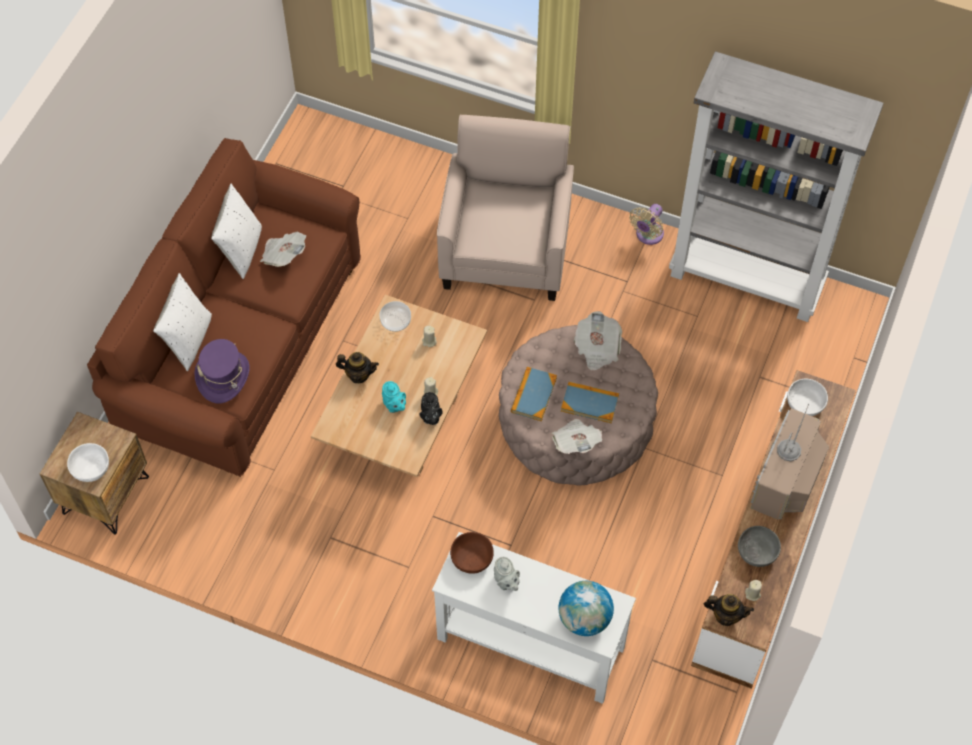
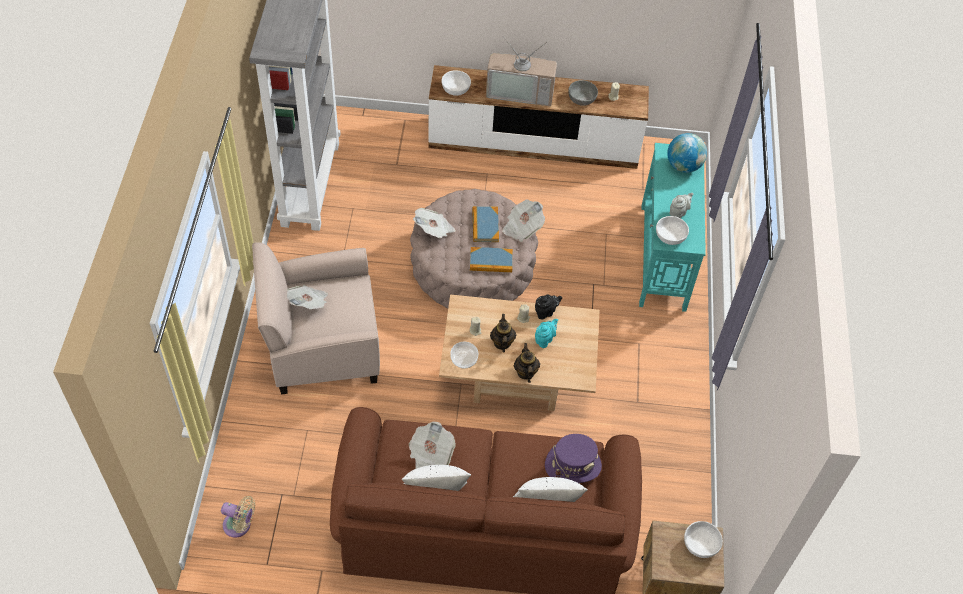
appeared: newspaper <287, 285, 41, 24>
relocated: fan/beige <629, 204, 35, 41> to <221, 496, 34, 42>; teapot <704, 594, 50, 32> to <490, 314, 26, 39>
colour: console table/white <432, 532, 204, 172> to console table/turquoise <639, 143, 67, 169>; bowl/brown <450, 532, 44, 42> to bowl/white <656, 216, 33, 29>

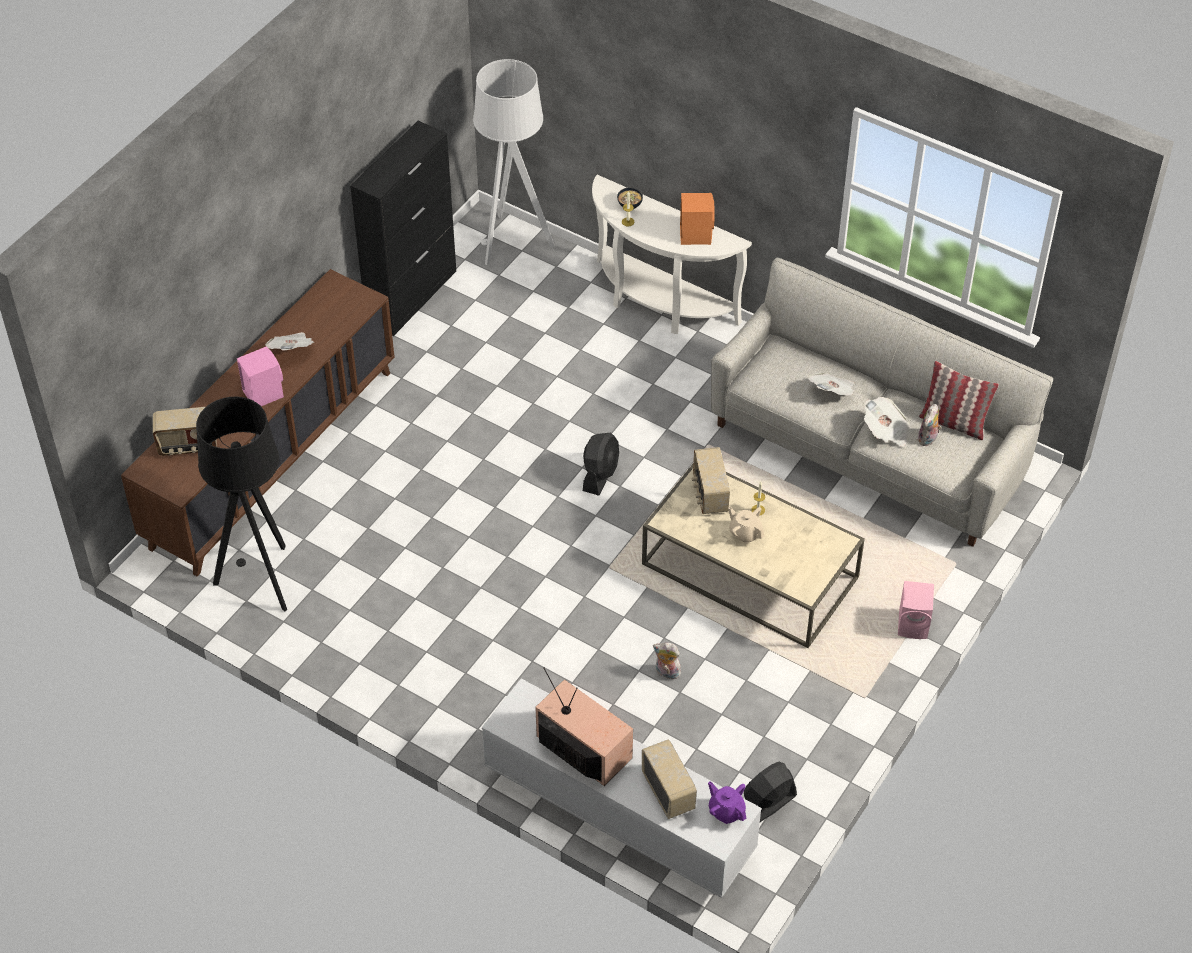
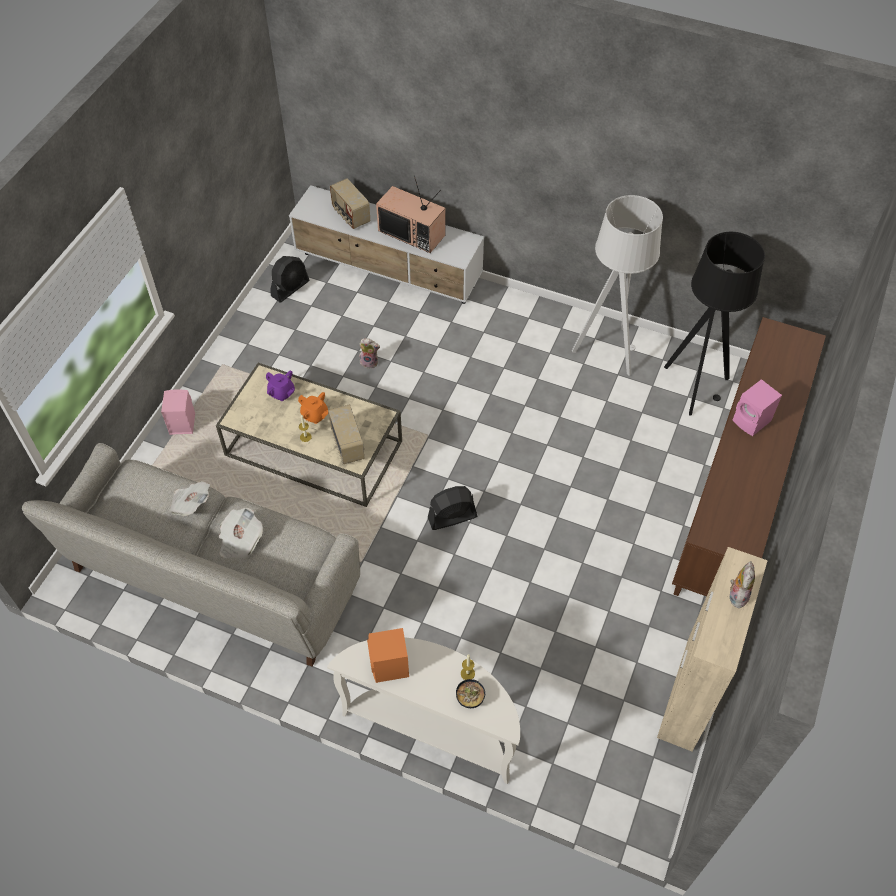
missing: radio <153, 407, 64, 49>; newspaper <265, 332, 49, 19>; pillow <918, 361, 81, 79>
relocated: floor lamp/grey <473, 59, 82, 206> to <572, 195, 91, 181>; teapot/purple <708, 781, 38, 43> to <266, 371, 29, 30>; plush toy <917, 404, 25, 42> to <730, 561, 25, 47>
colour: cabinet/black <350, 121, 106, 215> to cabinet/beige <657, 547, 111, 204>; teapot/beige <728, 507, 36, 37> to teapot/orange <298, 392, 30, 32>
spun: fan/black <583, 433, 36, 63> = <428, 486, 49, 44> 60 degrees clockwise

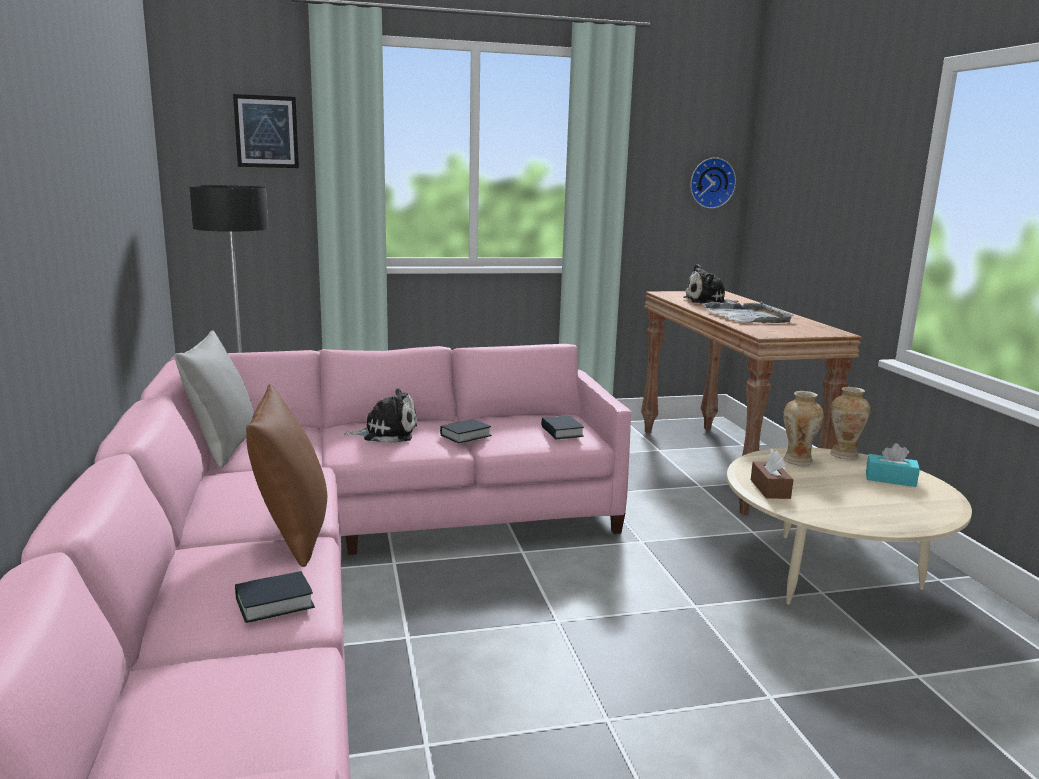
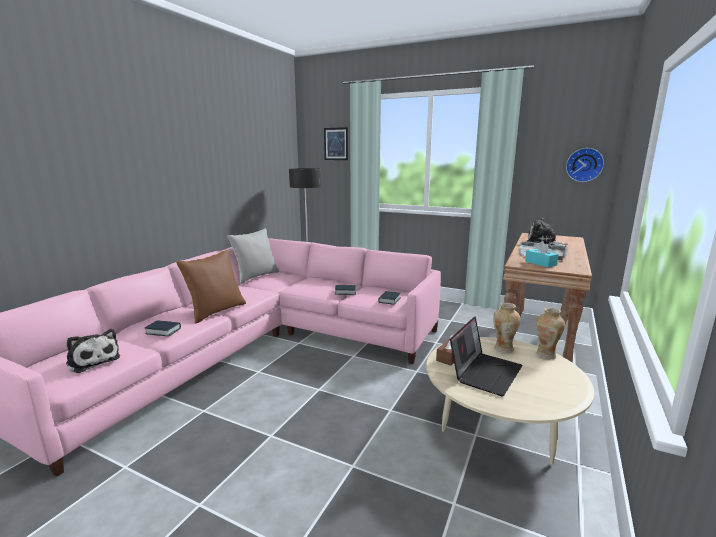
appeared: laptop <450, 316, 73, 80>
relocated: plush toy <344, 388, 73, 55> to <66, 329, 54, 44>; tissue box/turquoise <866, 443, 54, 44> to <525, 241, 34, 26>

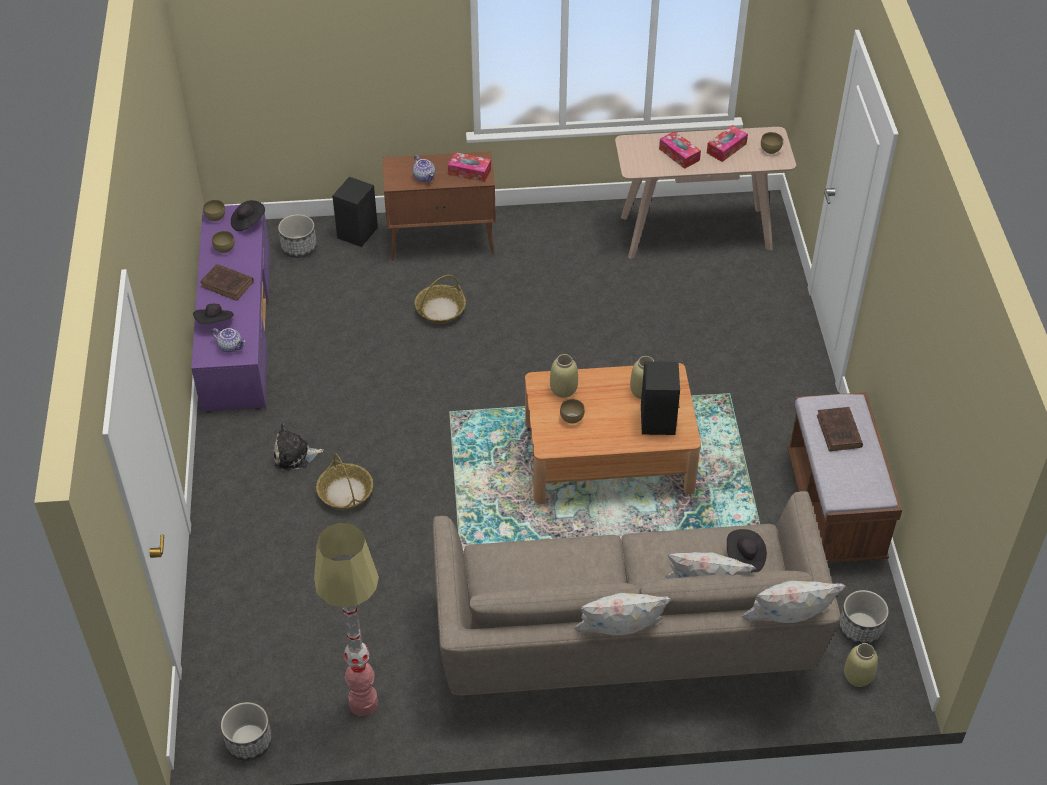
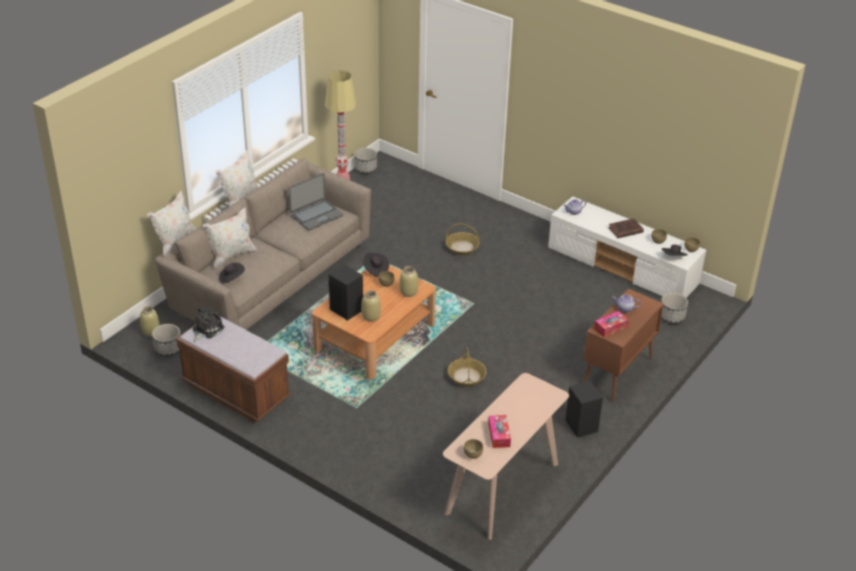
missing: tissue box <659, 131, 42, 38>; book/brown <817, 407, 46, 44>
appeared: laptop <289, 173, 54, 57>
relocated: hat/black <193, 304, 41, 20> to <363, 253, 26, 24>; plush toy <273, 423, 51, 48> to <193, 307, 32, 35>; speaker/black <332, 177, 46, 70> to <565, 381, 38, 57>; basket <415, 275, 51, 49> to <448, 347, 39, 40>
colour: tv stand/purple <191, 205, 79, 208> to tv stand/white <548, 196, 158, 102>

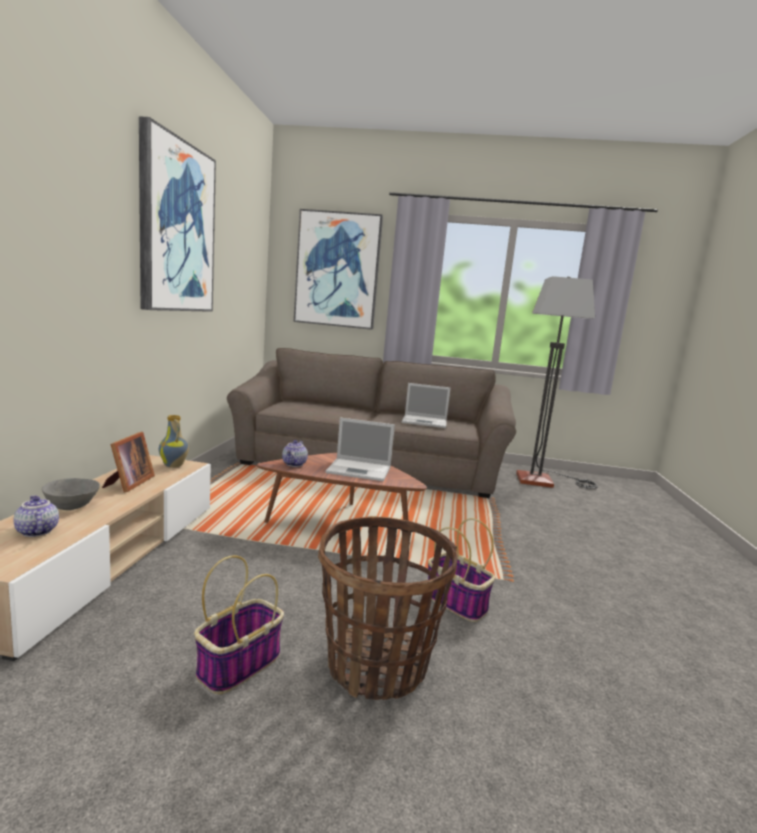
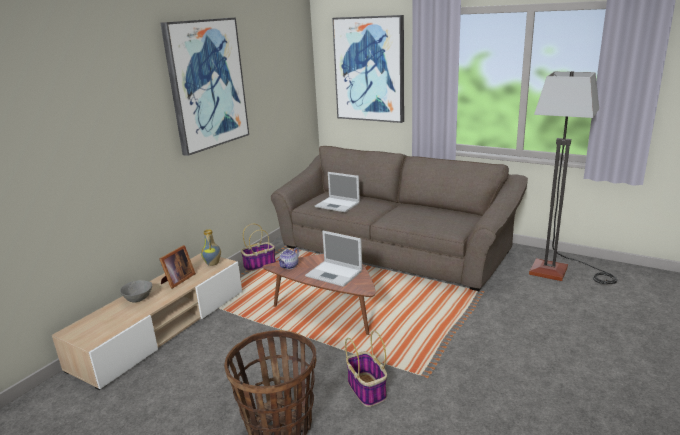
missing: teapot <14, 495, 45, 42>
relocated: basket <194, 555, 90, 139> to <241, 224, 35, 48>; laptop <401, 383, 50, 45> to <315, 172, 45, 41>

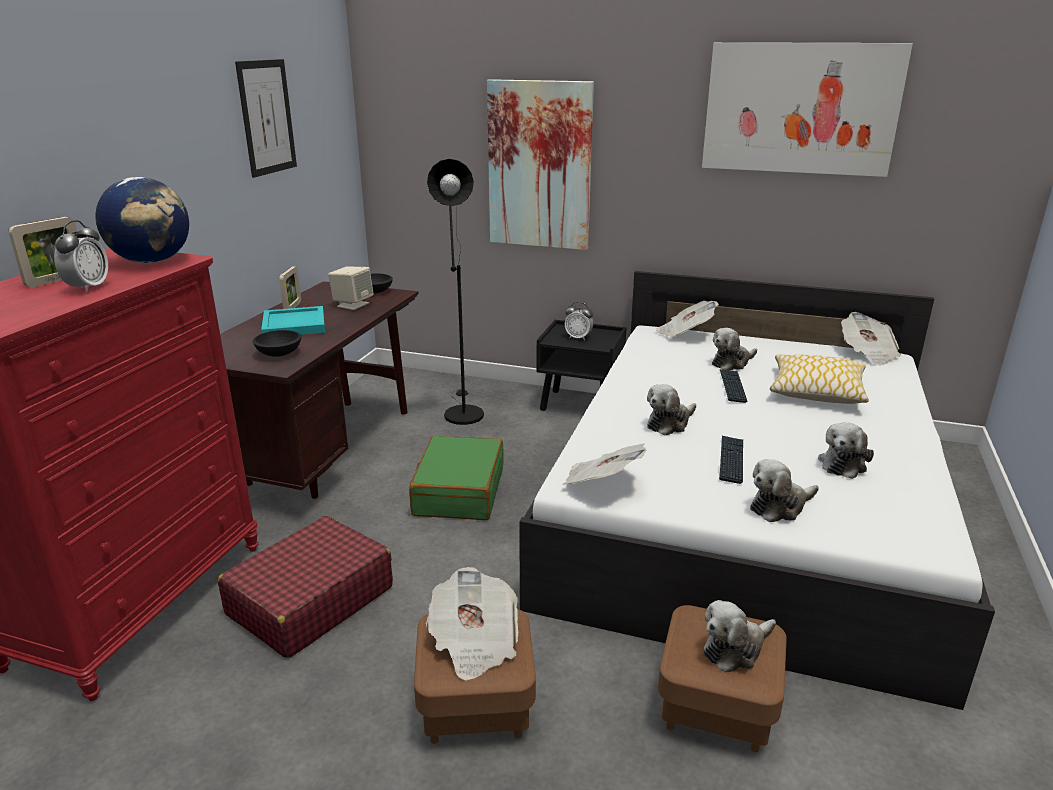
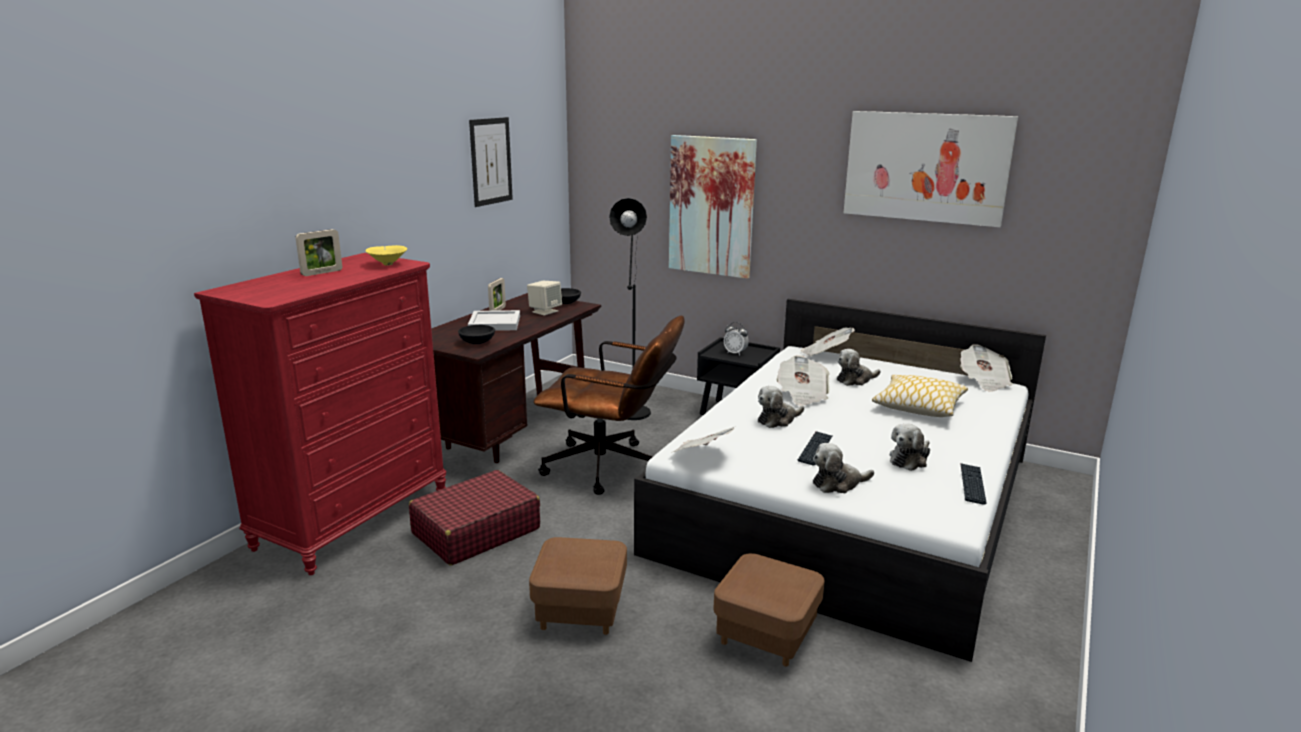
missing: alarm clock <54, 220, 54, 73>; plush toy <703, 600, 73, 73>
relocated: newspaper <426, 567, 92, 114> to <776, 355, 54, 51>; keyboard <720, 369, 27, 34> to <961, 463, 26, 42>
exchanged: globe <95, 177, 94, 86> to bowl/yellow <365, 245, 42, 20>; suitcase/green <409, 436, 94, 84> to office chair/brown <534, 315, 151, 180>
colour: tray/turquoise <261, 306, 64, 29> to tray/white <468, 310, 52, 21>

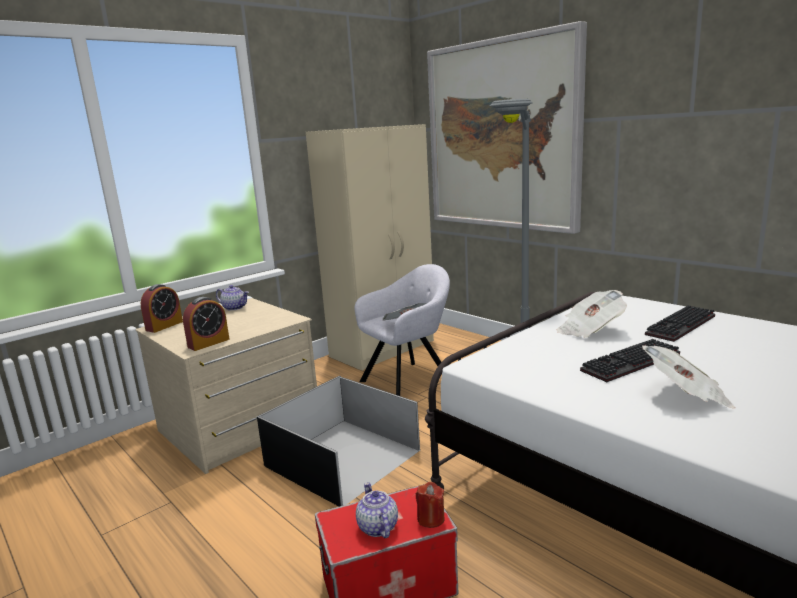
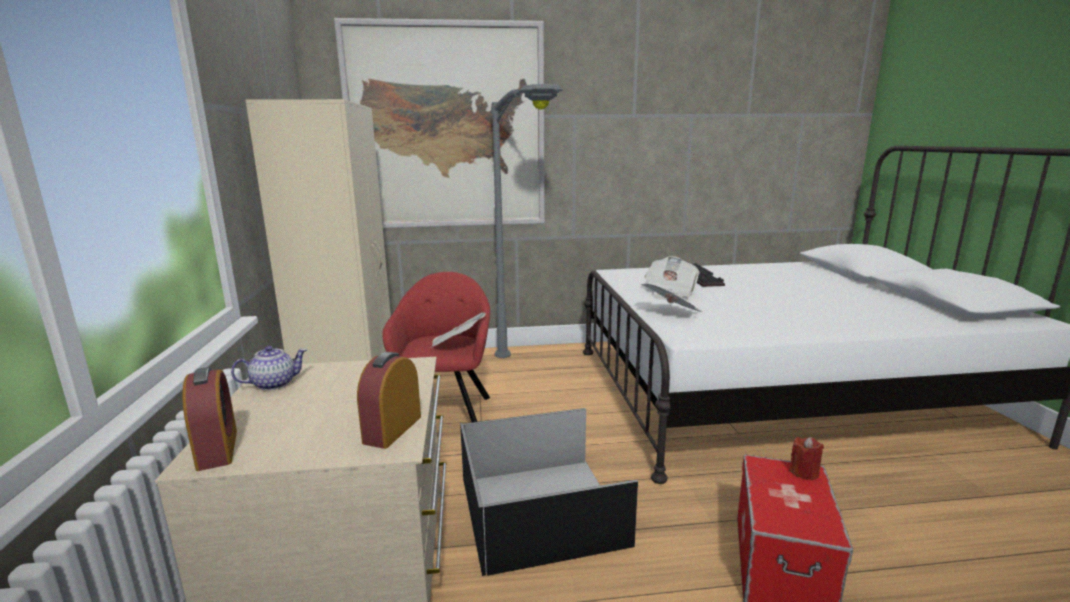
missing: teapot <356, 482, 42, 56>; keyboard <580, 339, 100, 43>
relocated: newspaper <642, 345, 94, 64> to <641, 284, 62, 28>
colour: armchair/grey <354, 264, 96, 132> to armchair/red <382, 272, 108, 151>
spun: alarm clock <183, 297, 46, 54> = <357, 352, 64, 97> 150 degrees counterclockwise

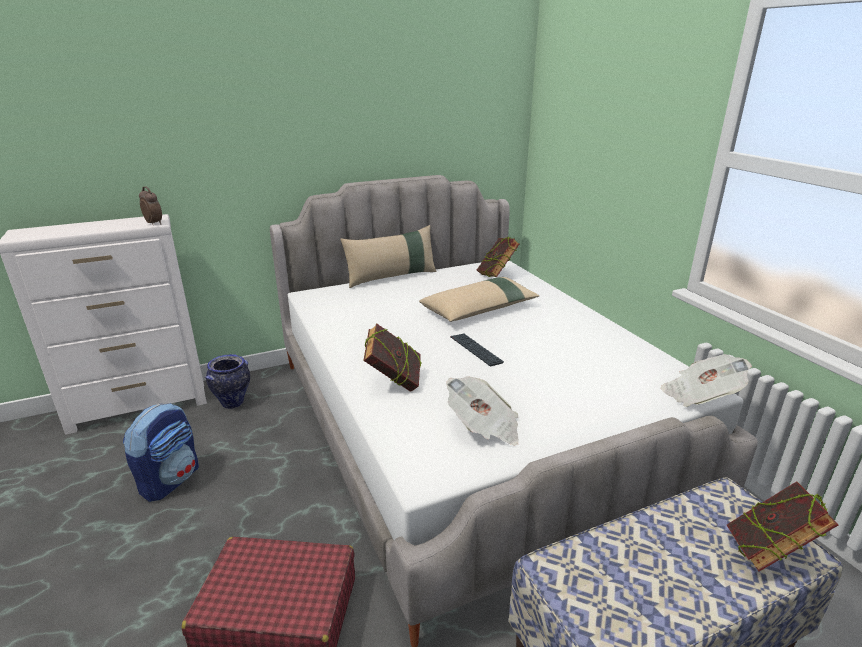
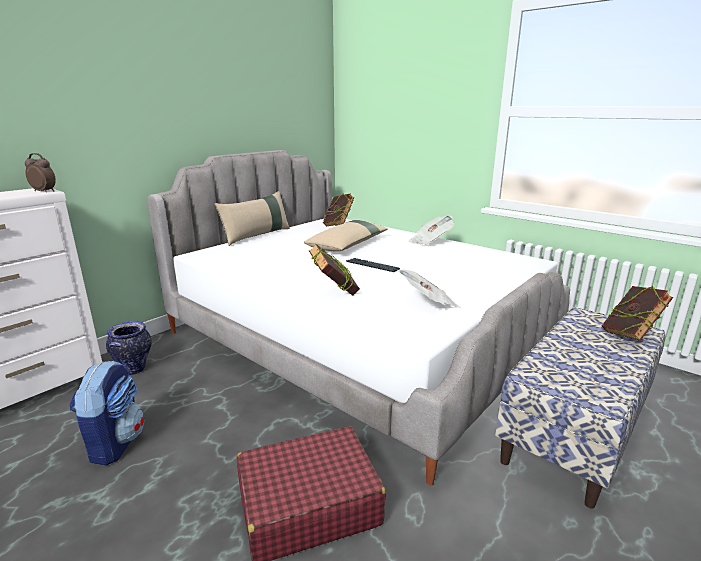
relocated: newspaper <661, 354, 91, 53> to <409, 216, 45, 29>

